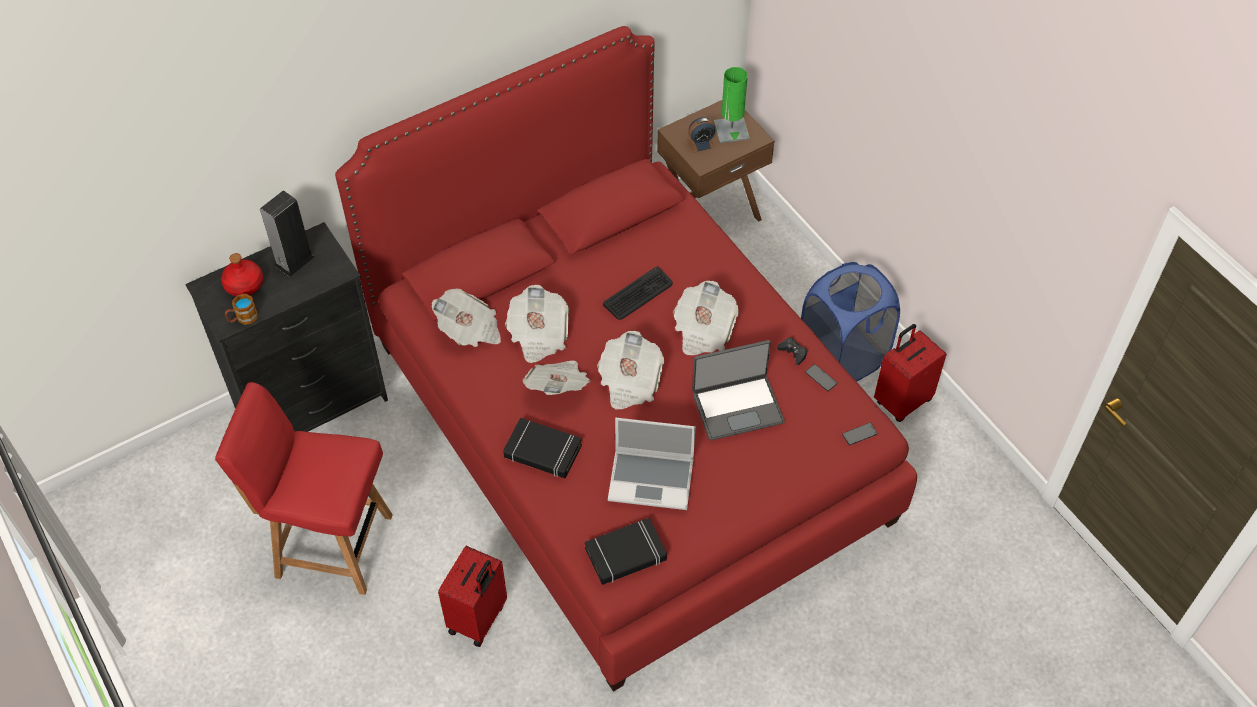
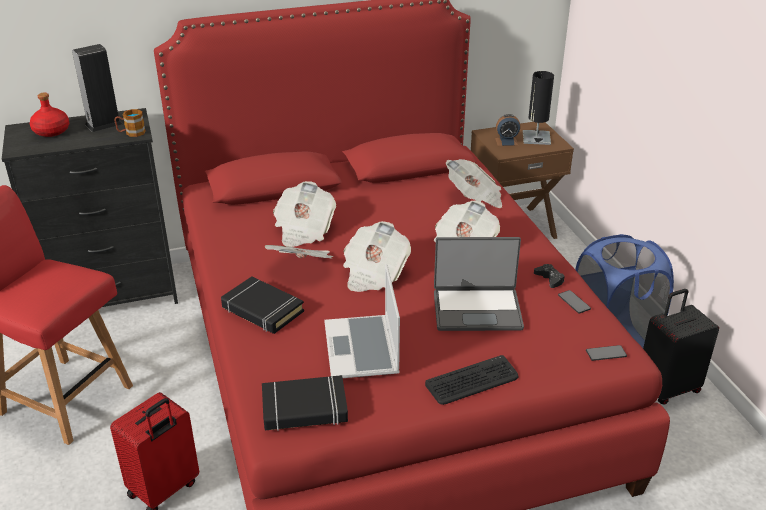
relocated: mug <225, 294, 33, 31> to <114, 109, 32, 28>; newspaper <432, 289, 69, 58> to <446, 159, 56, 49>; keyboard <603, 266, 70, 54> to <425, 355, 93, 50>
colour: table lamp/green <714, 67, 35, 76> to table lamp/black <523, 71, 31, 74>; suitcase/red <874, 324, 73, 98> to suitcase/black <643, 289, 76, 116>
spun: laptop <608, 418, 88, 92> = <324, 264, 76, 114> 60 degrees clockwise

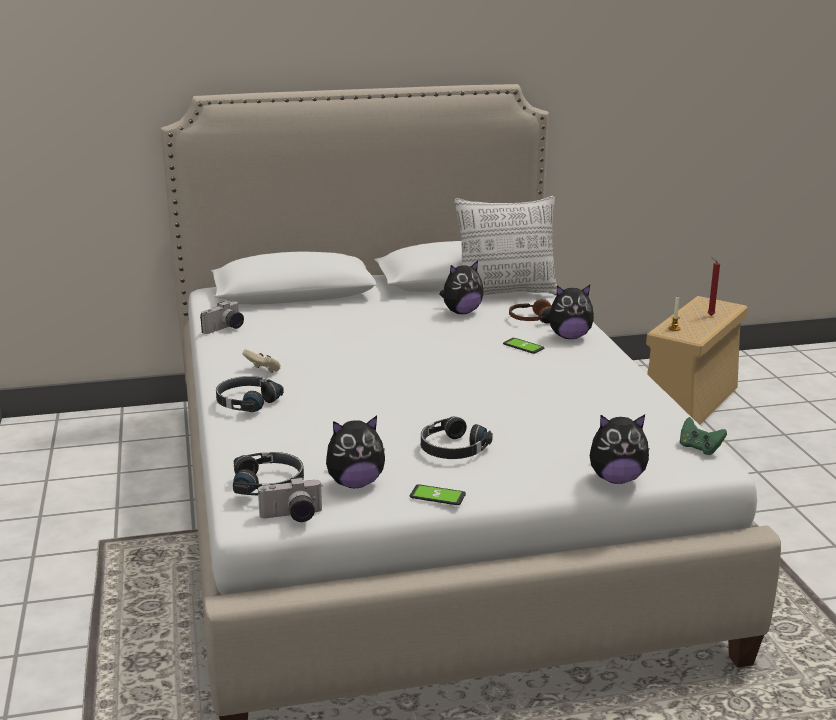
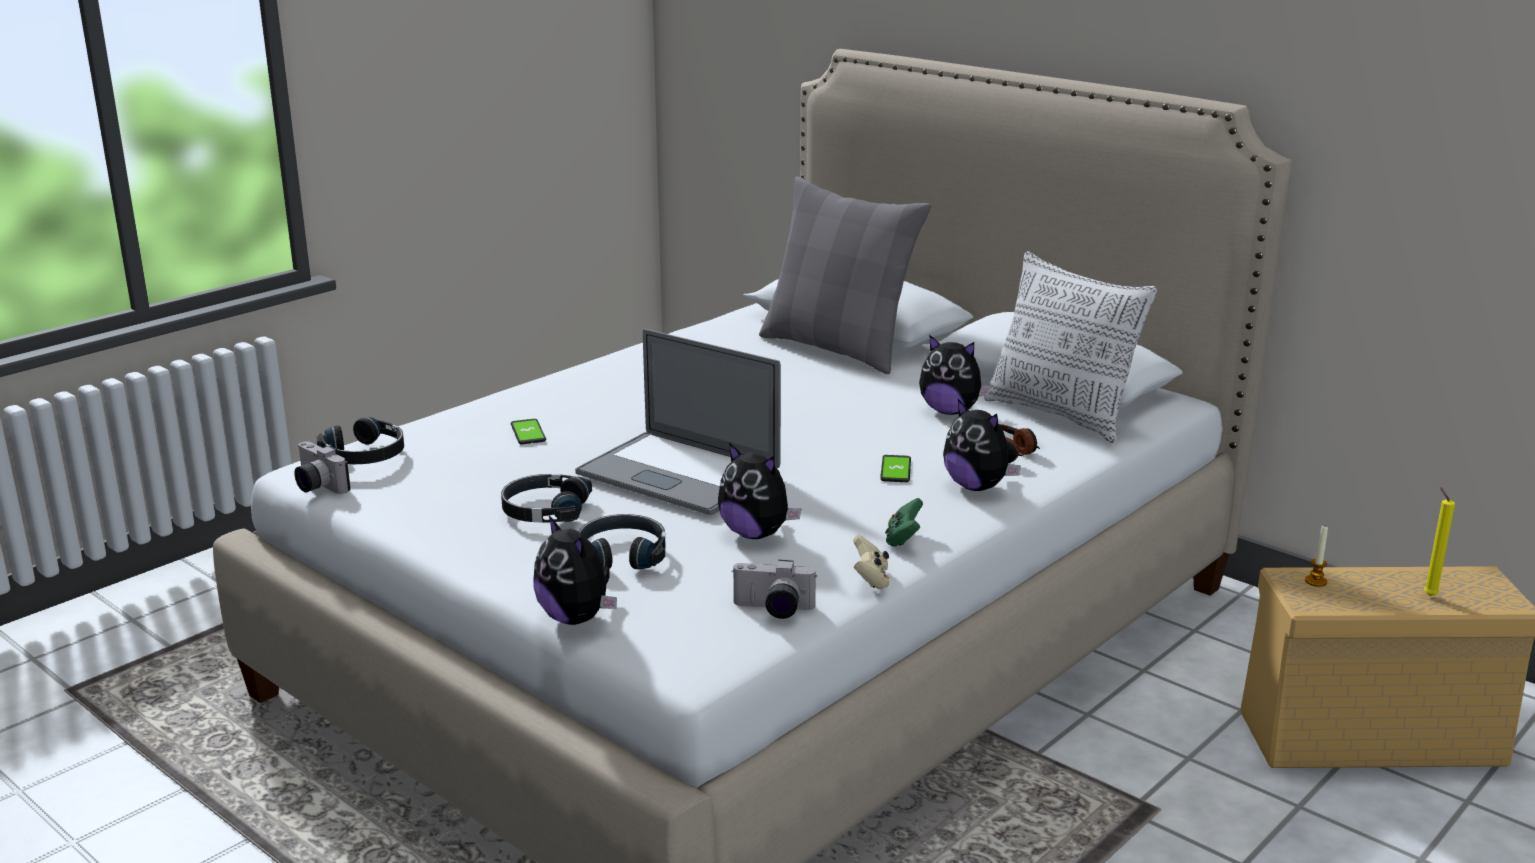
appeared: laptop <575, 329, 206, 186>; pillow/grey <759, 176, 172, 198>
relocated: photo camera <200, 301, 44, 33> to <731, 560, 86, 59>; headphones/black <216, 376, 68, 36> to <579, 514, 86, 55>; game controller/beige <243, 349, 38, 24> to <853, 535, 36, 54>; plush toy <326, 416, 59, 72> to <718, 443, 84, 96>; phone <410, 484, 56, 21> to <511, 419, 35, 25>; game controller/green <680, 417, 47, 38> to <885, 498, 38, 49>
colour: candle/red <708, 257, 12, 59> to candle/yellow <1424, 487, 31, 109>

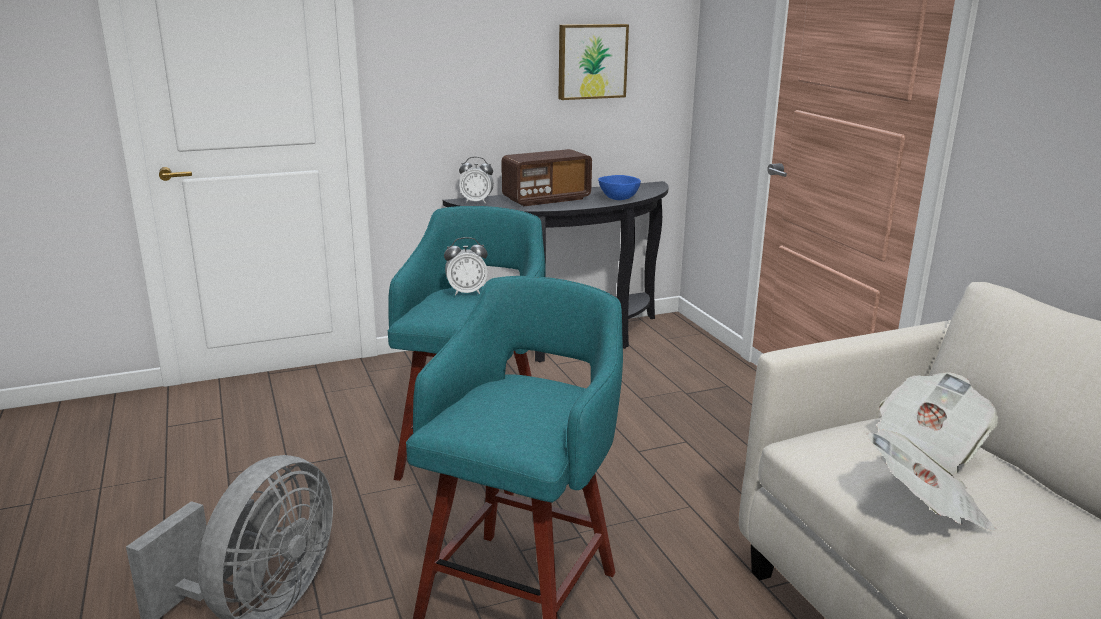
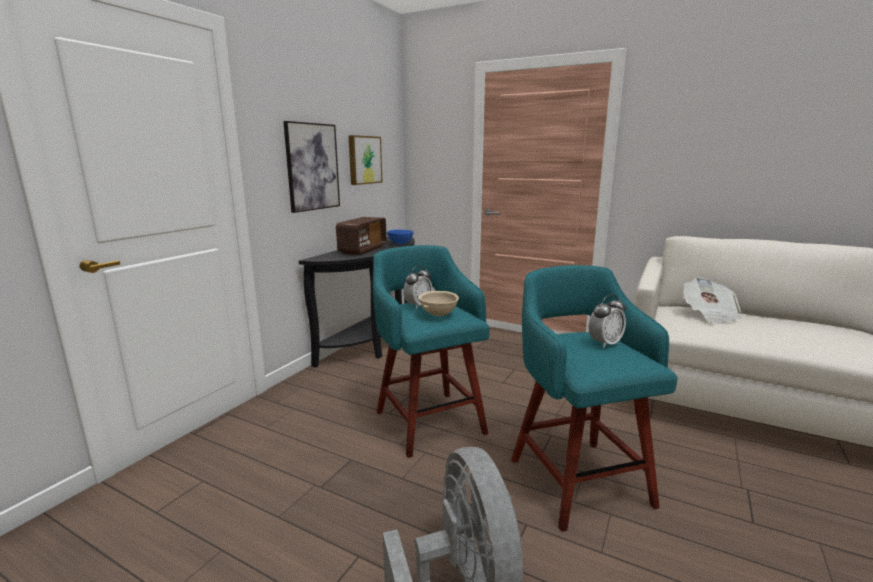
missing: newspaper <866, 430, 131, 101>
appeared: picture <283, 121, 57, 92>; bowl/beige <419, 291, 40, 25>
relocated: alarm clock <459, 157, 35, 47> to <588, 295, 38, 53>

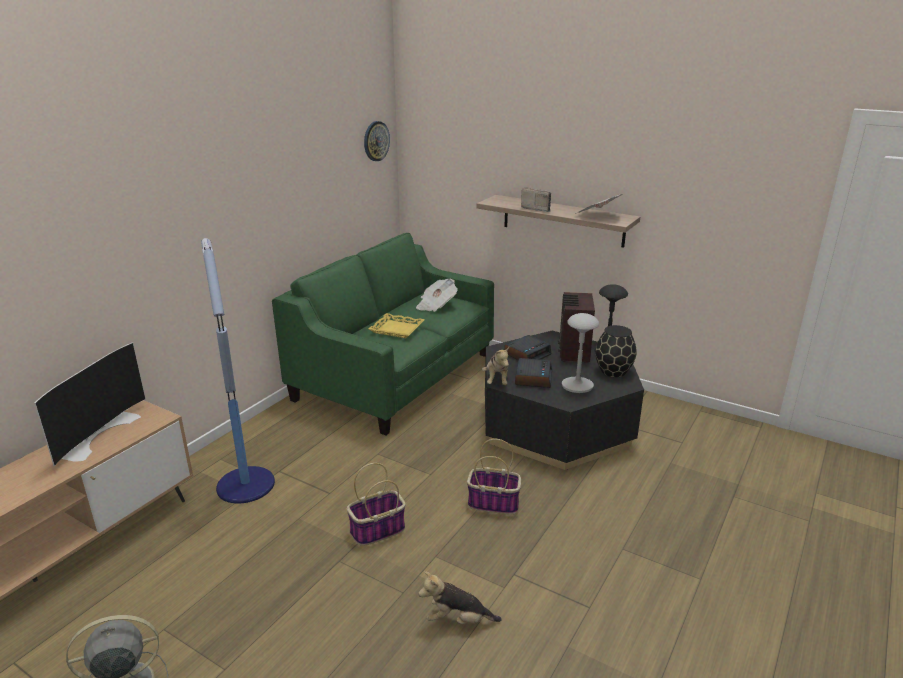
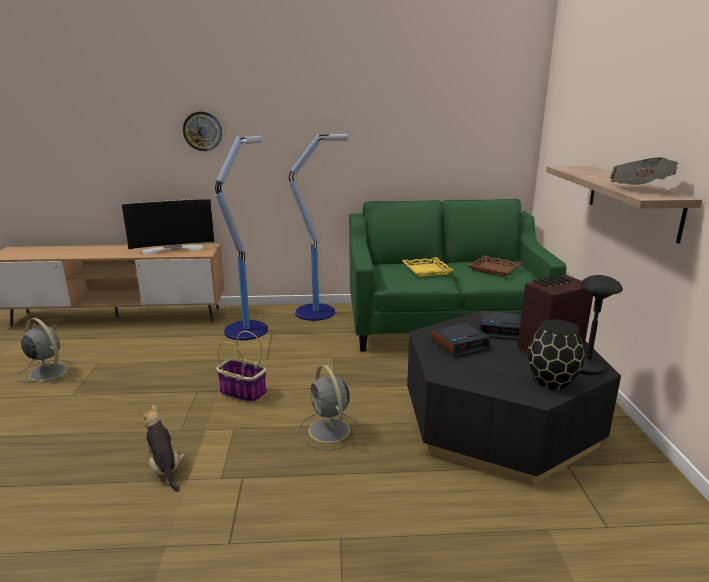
missing: plush toy <482, 347, 27, 38>; radio <521, 187, 30, 25>; table lamp/grey <562, 313, 37, 80>
appeared: floor lamp <289, 133, 58, 188>
relocated: wall clock <364, 121, 26, 40> to <183, 112, 39, 39>
exchanged: newspaper <416, 279, 41, 33> to tray/brown <468, 255, 55, 22>; basket <467, 439, 54, 75> to fan/grey <300, 365, 62, 85>

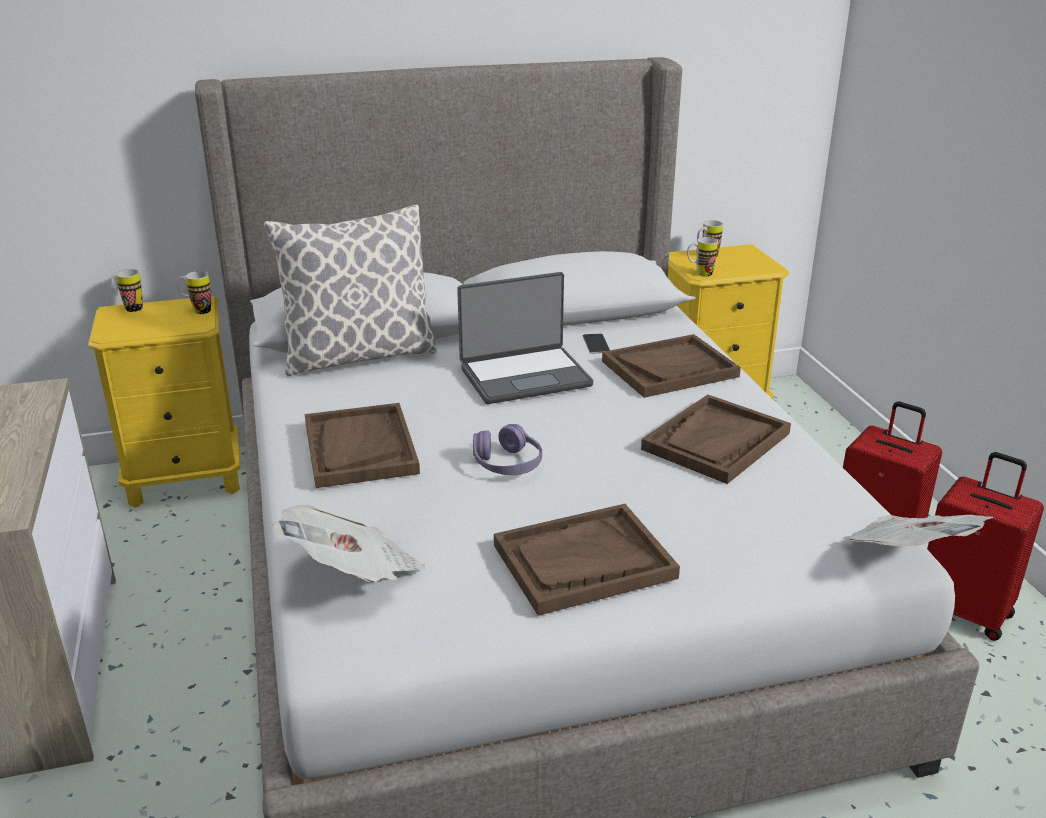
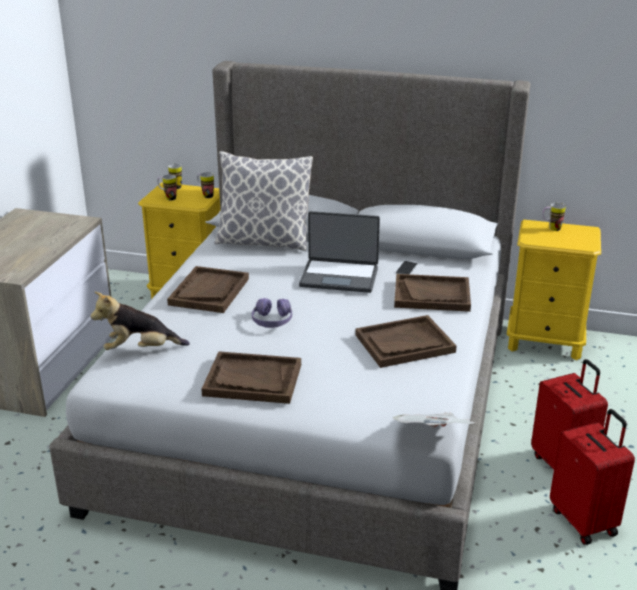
relocated: mug <687, 237, 31, 40> to <157, 174, 20, 27>
exchanged: newspaper <272, 505, 153, 77> to plush toy <91, 292, 99, 58>

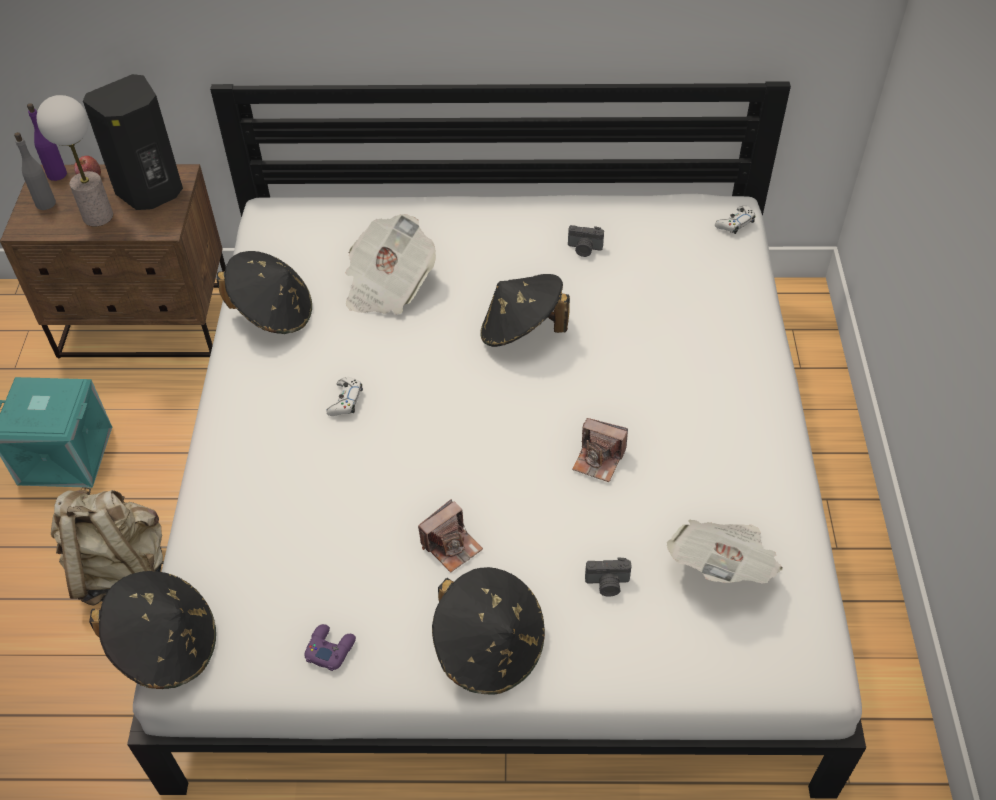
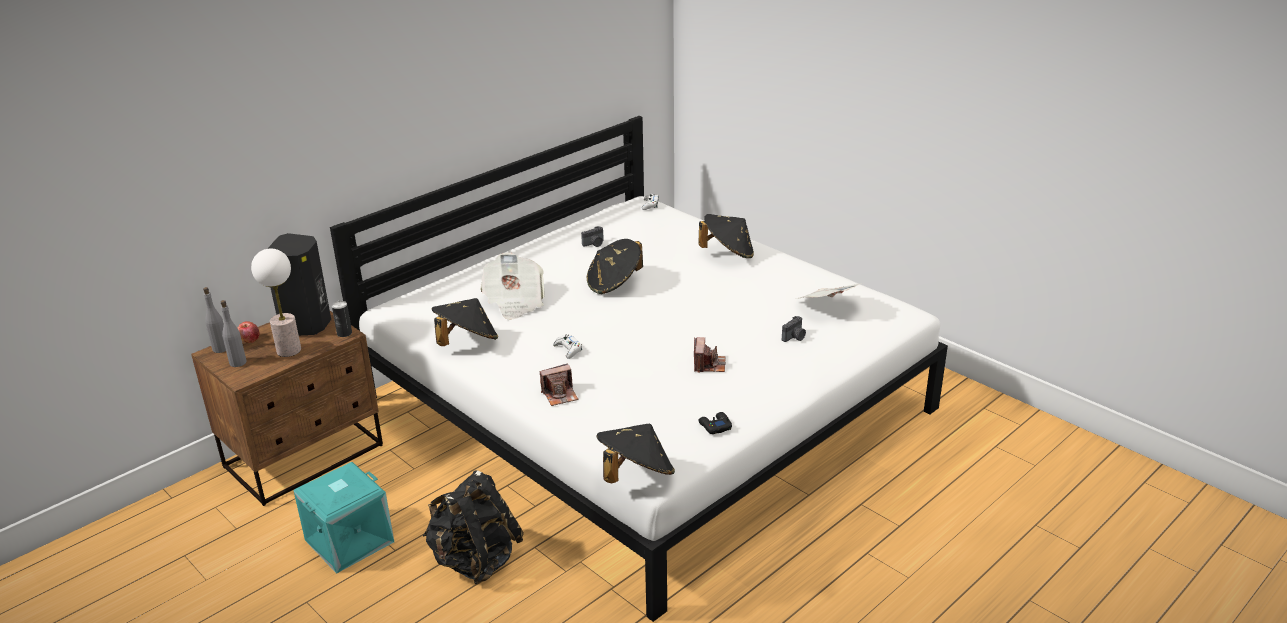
appeared: can <332, 301, 20, 36>
relocated: hat/black <432, 567, 113, 128> to <699, 214, 55, 44>; photo camera <572, 418, 56, 64> to <540, 363, 38, 43>
colour: bottle/purple <27, 103, 40, 78> to bottle/grey <203, 287, 23, 66>; backpack/beige <51, 487, 113, 119> to backpack/black <423, 470, 101, 114>; game controller/purple <305, 624, 51, 47> to game controller/black <698, 412, 34, 22>

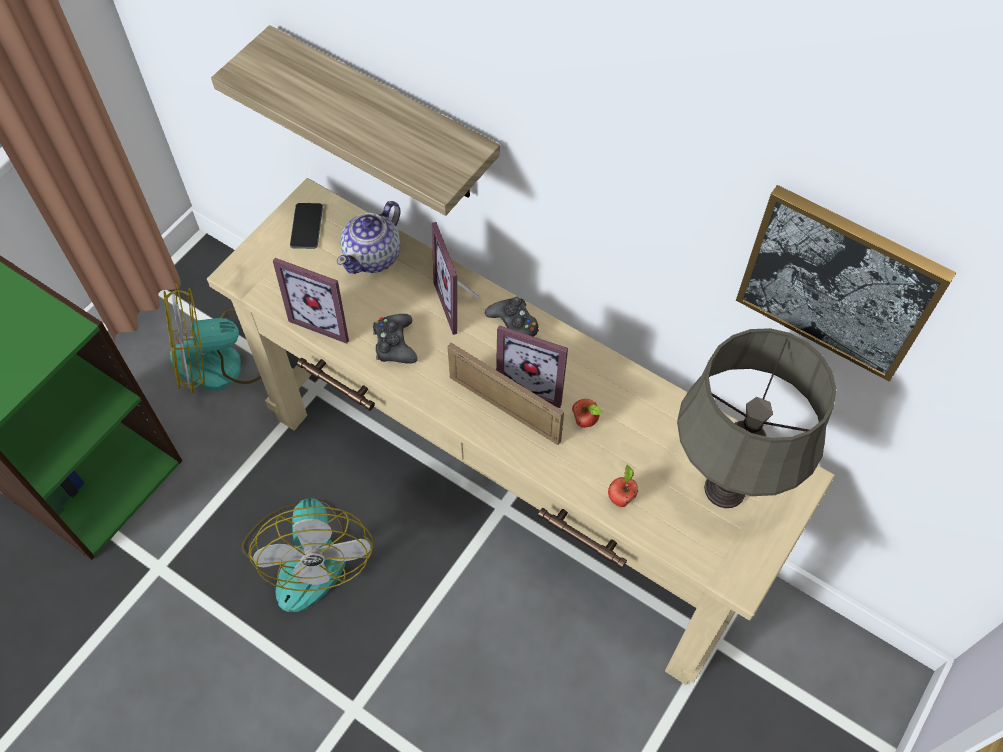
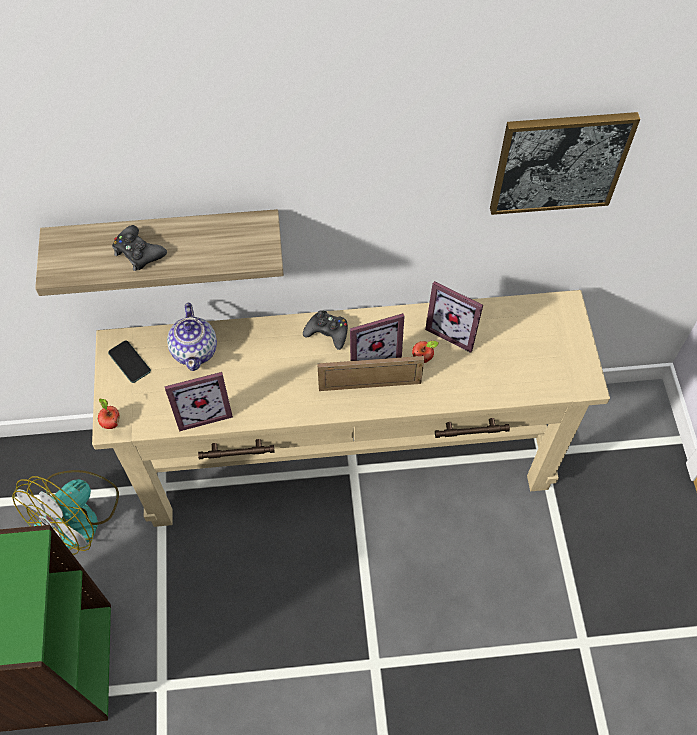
missing: fan <241, 498, 133, 114>; table lamp/grey <677, 328, 159, 180>
relocated: game controller/black <373, 314, 45, 49> to <112, 225, 55, 46>; picture frame <432, 222, 49, 113> to <425, 281, 58, 72>; apple <608, 464, 30, 43> to <97, 398, 23, 31>

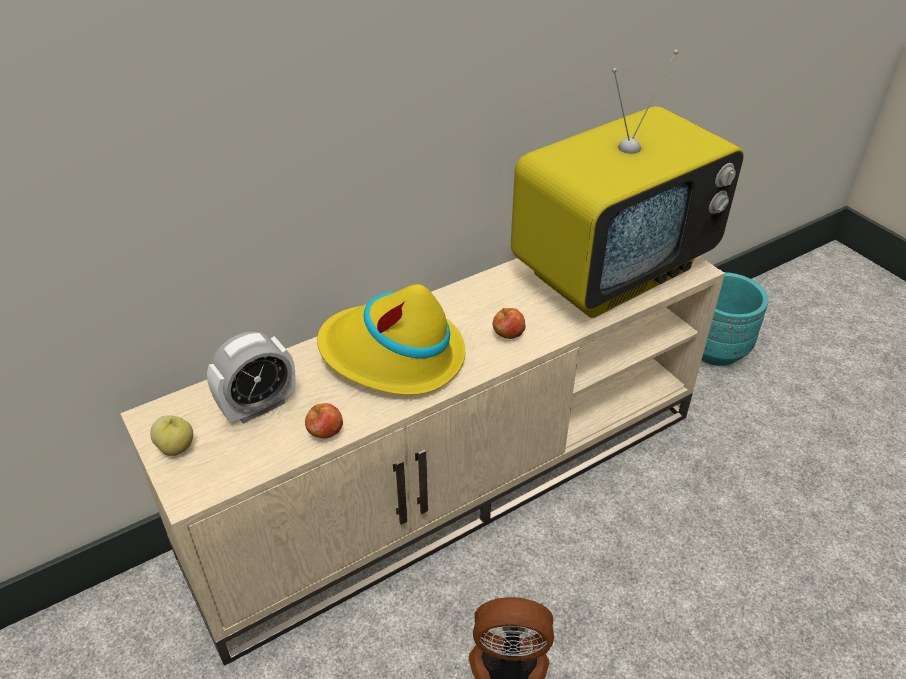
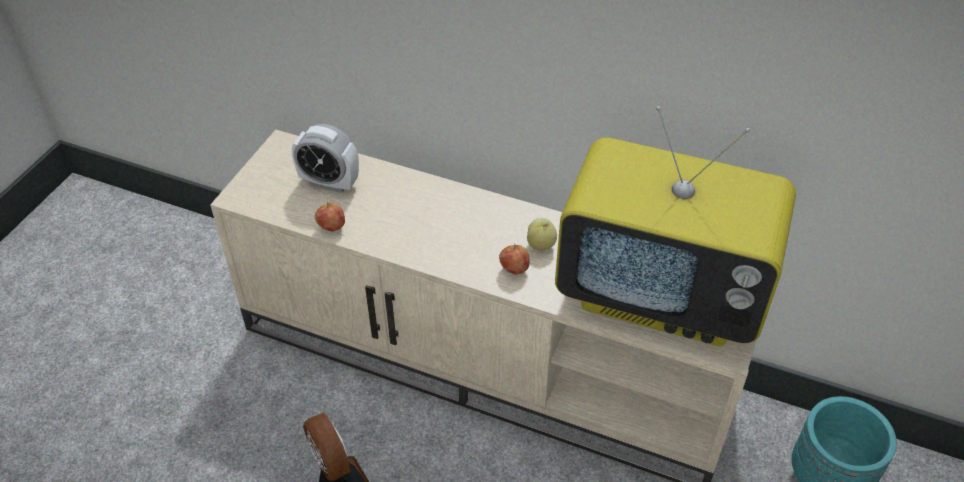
missing: hat/yellow <317, 284, 148, 111>
relocated: apple <150, 415, 43, 41> to <527, 218, 30, 33>

